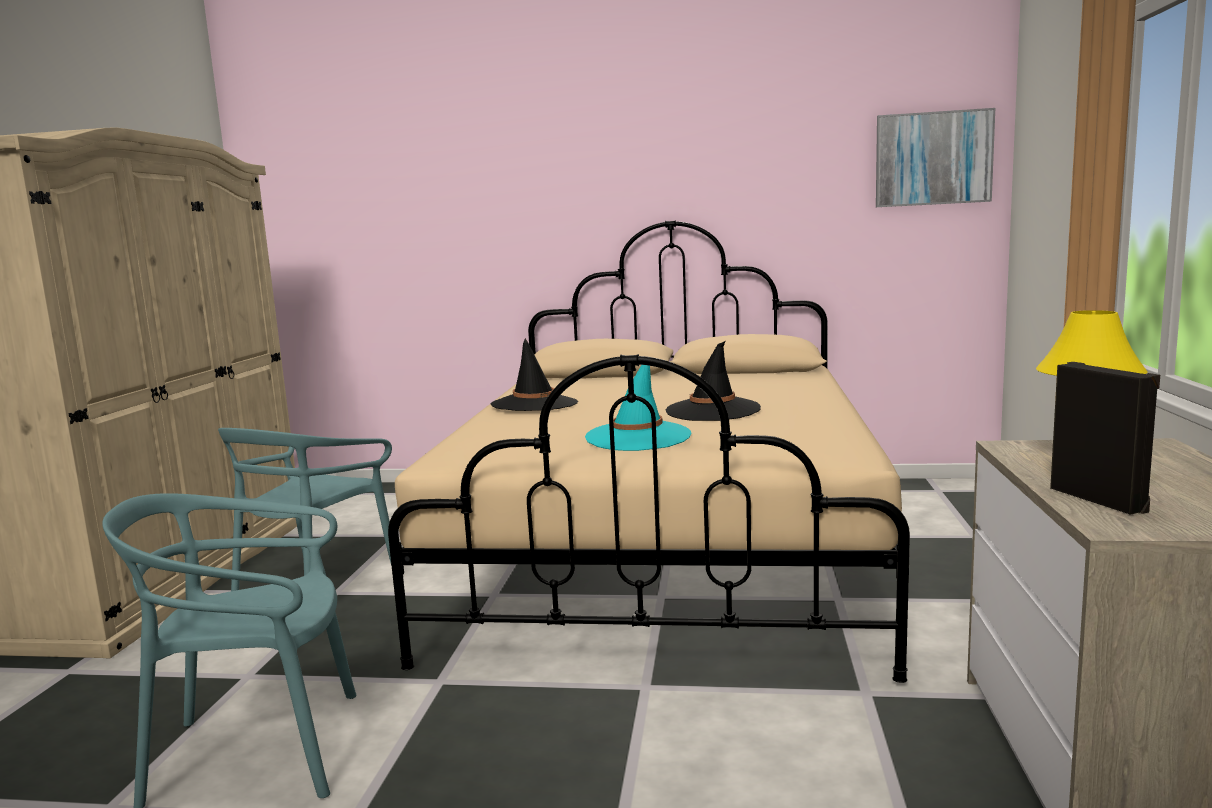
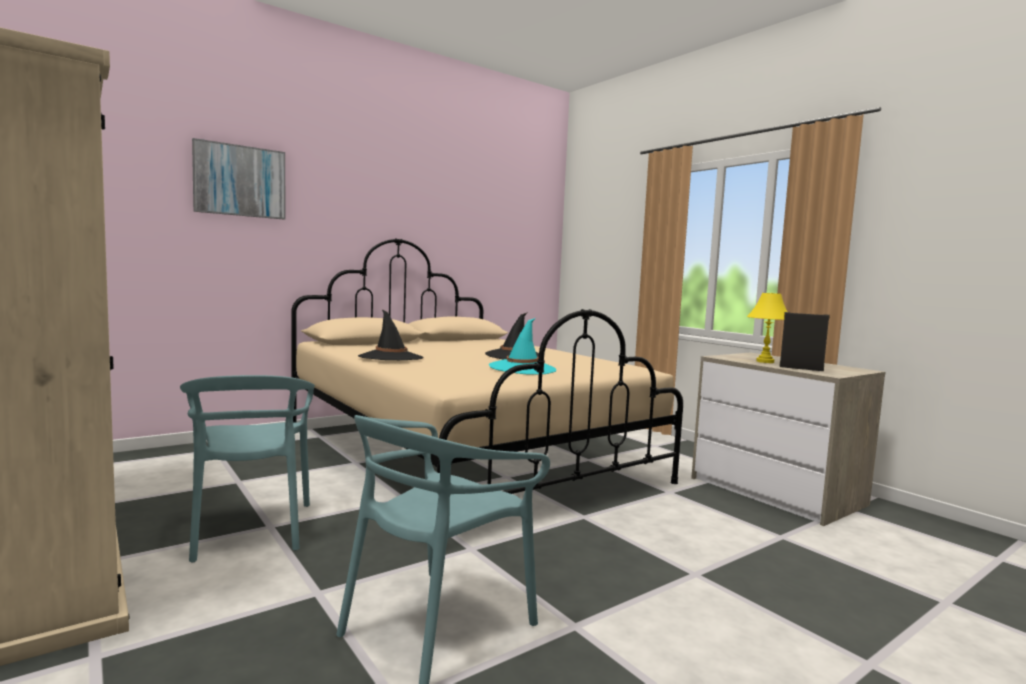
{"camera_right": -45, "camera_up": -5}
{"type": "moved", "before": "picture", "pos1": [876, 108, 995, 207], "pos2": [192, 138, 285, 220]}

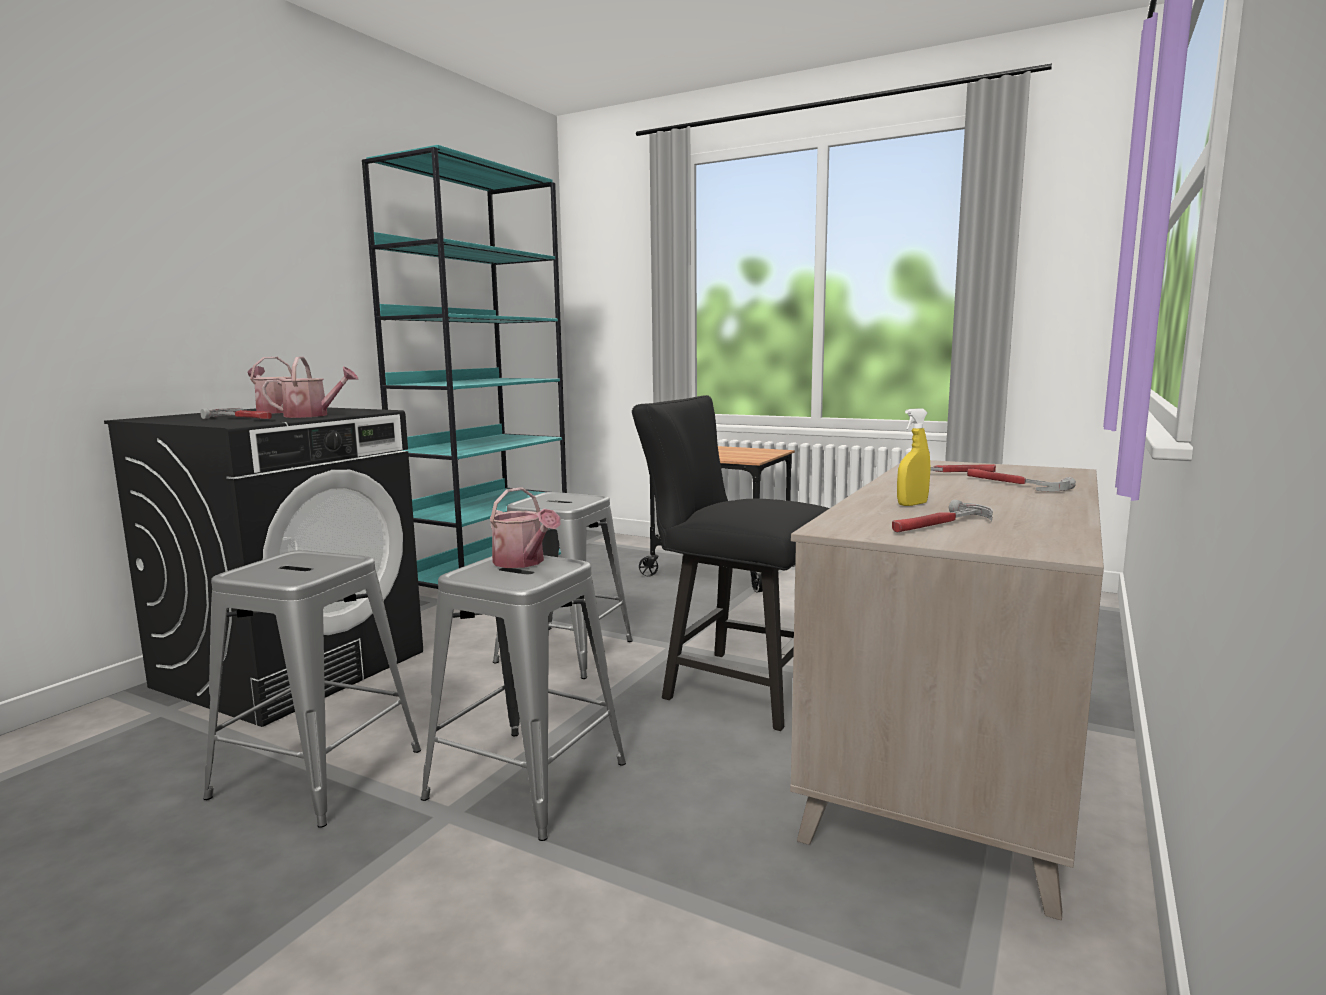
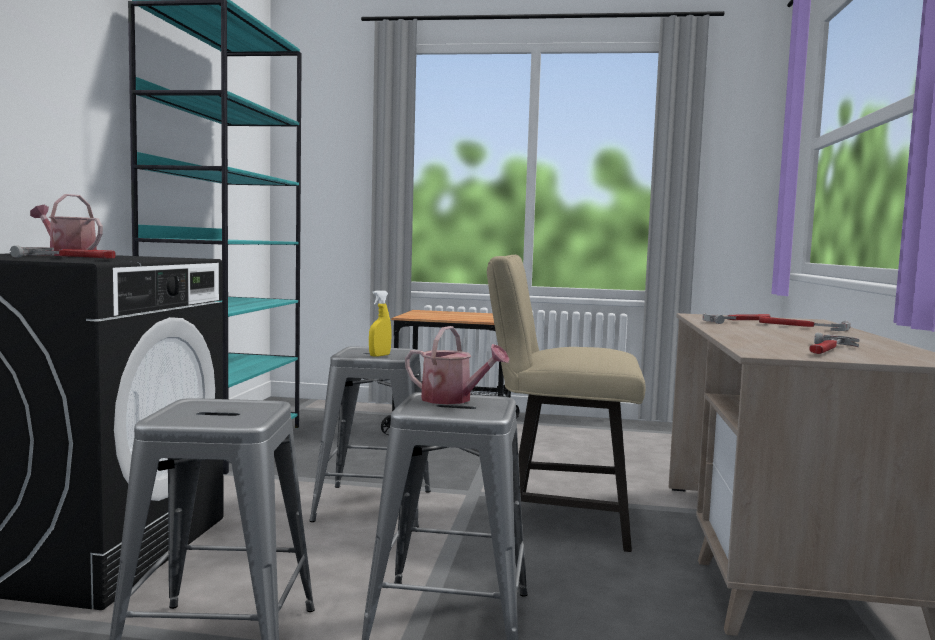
{"camera_right": -20, "camera_up": -5}
{"type": "removed", "before": "watering_can", "pos1": [262, 357, 358, 418]}
{"type": "recoloured", "before": "black_chair", "after": "beige_chair", "pos1": [632, 395, 830, 731], "pos2": [487, 255, 646, 552]}
{"type": "moved", "before": "yellow_spray_bottle", "pos1": [897, 408, 931, 506], "pos2": [369, 290, 392, 357]}

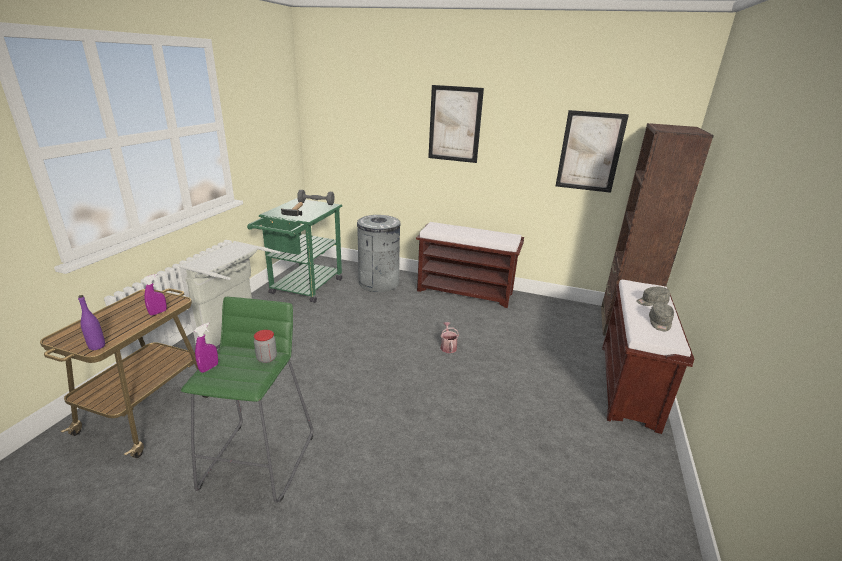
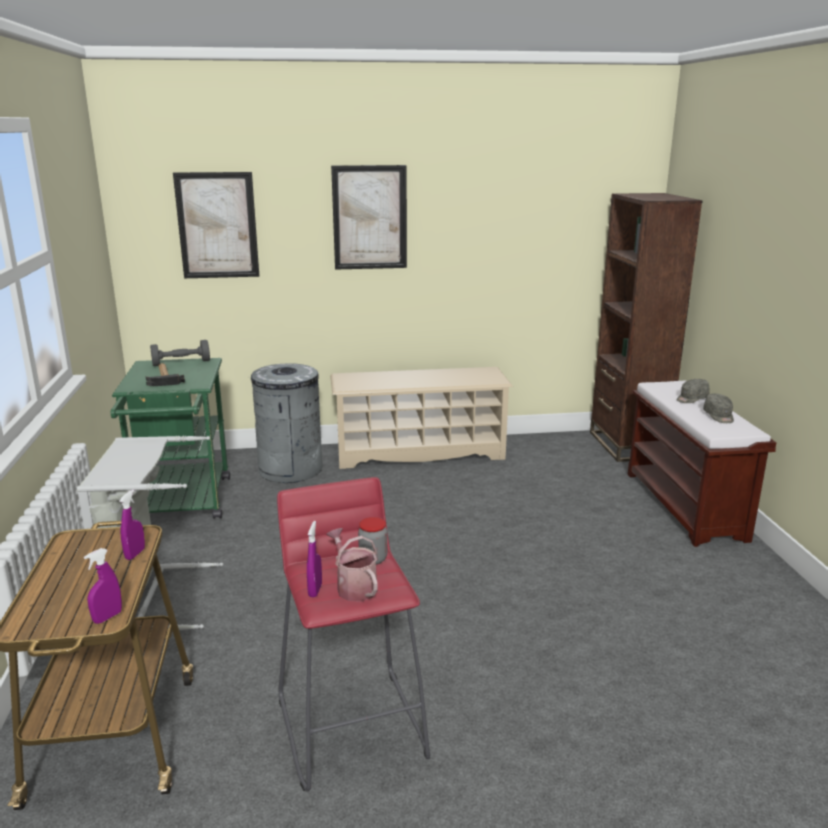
{"camera_right": -25, "camera_up": -5}
{"type": "replaced", "before": "purple_bottle", "after": "purple_spray_bottle", "pos1": [78, 295, 105, 350], "pos2": [84, 548, 122, 624]}
{"type": "recoloured", "before": "green_stool", "after": "red_stool", "pos1": [181, 297, 313, 503], "pos2": [277, 477, 430, 792]}
{"type": "replaced", "before": "brown_bench", "after": "beige_shoe_rack", "pos1": [416, 222, 524, 308], "pos2": [330, 367, 513, 469]}
{"type": "moved", "before": "watering_can", "pos1": [440, 322, 459, 353], "pos2": [327, 528, 378, 602]}
{"type": "moved", "before": "picture", "pos1": [556, 110, 629, 193], "pos2": [173, 172, 259, 278]}

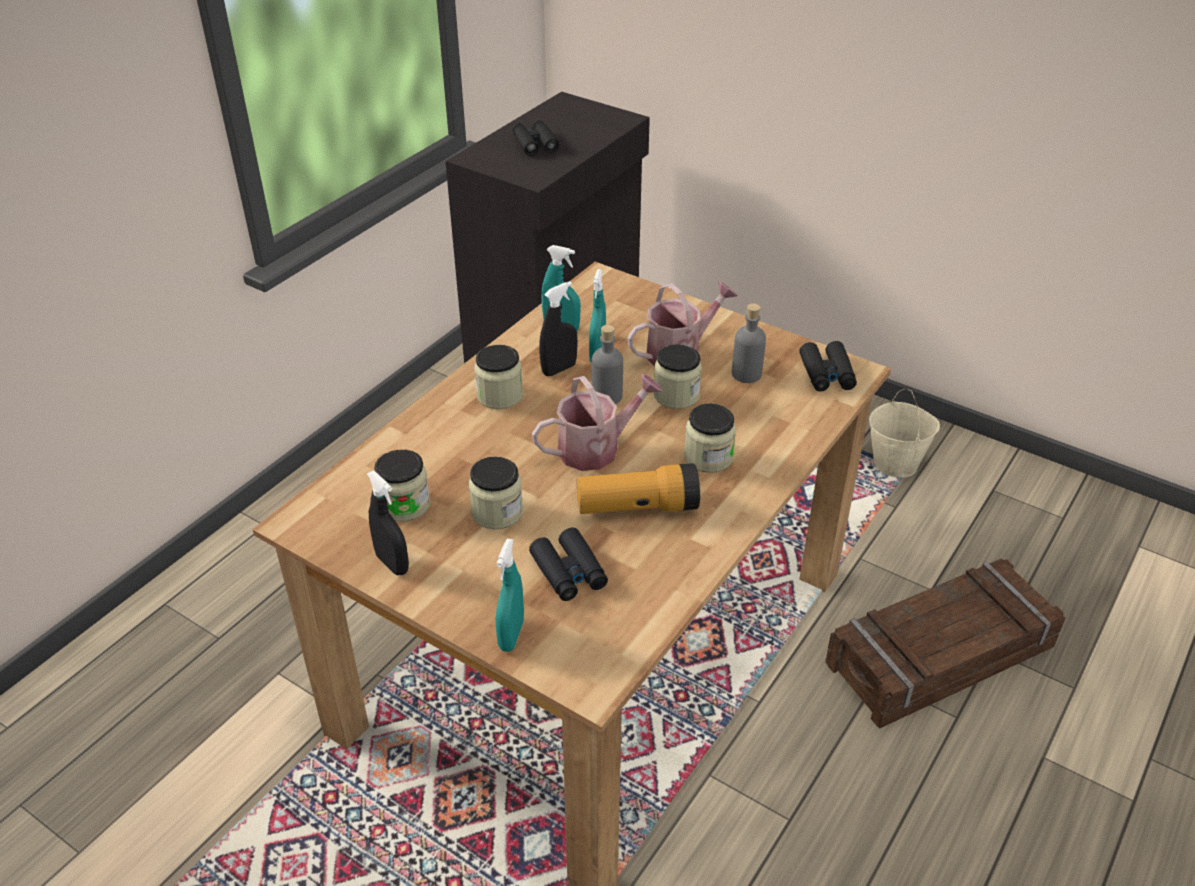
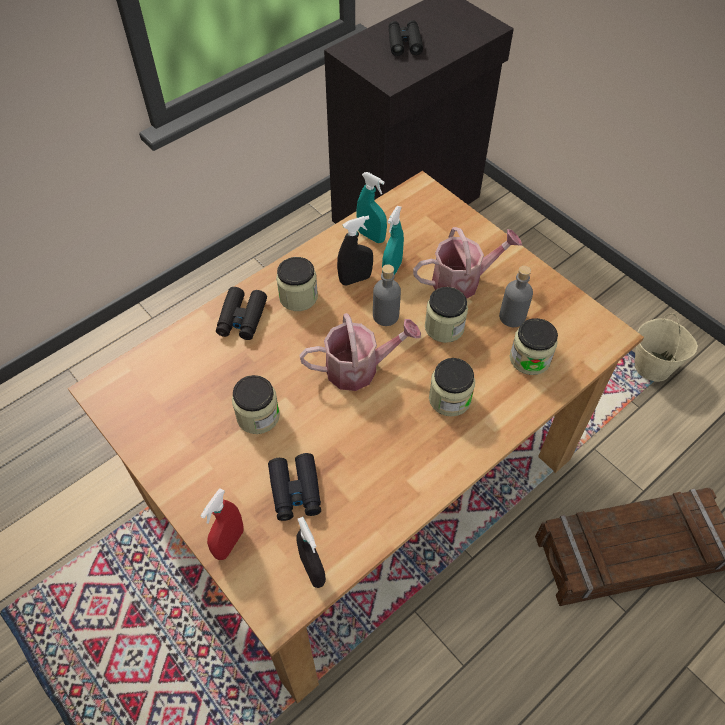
{"camera_right": 15, "camera_up": 15}
{"type": "moved", "before": "black_spray_bottle", "pos1": [367, 471, 409, 575], "pos2": [296, 517, 326, 588]}
{"type": "moved", "before": "jar", "pos1": [374, 450, 430, 522], "pos2": [510, 318, 558, 375]}
{"type": "recoloured", "before": "turquoise_spray_bottle", "after": "red_spray_bottle", "pos1": [496, 539, 524, 652], "pos2": [200, 488, 243, 560]}
{"type": "removed", "before": "flashlight", "pos1": [577, 463, 700, 514]}
{"type": "moved", "before": "black_binoculars", "pos1": [799, 341, 857, 391], "pos2": [216, 287, 267, 340]}

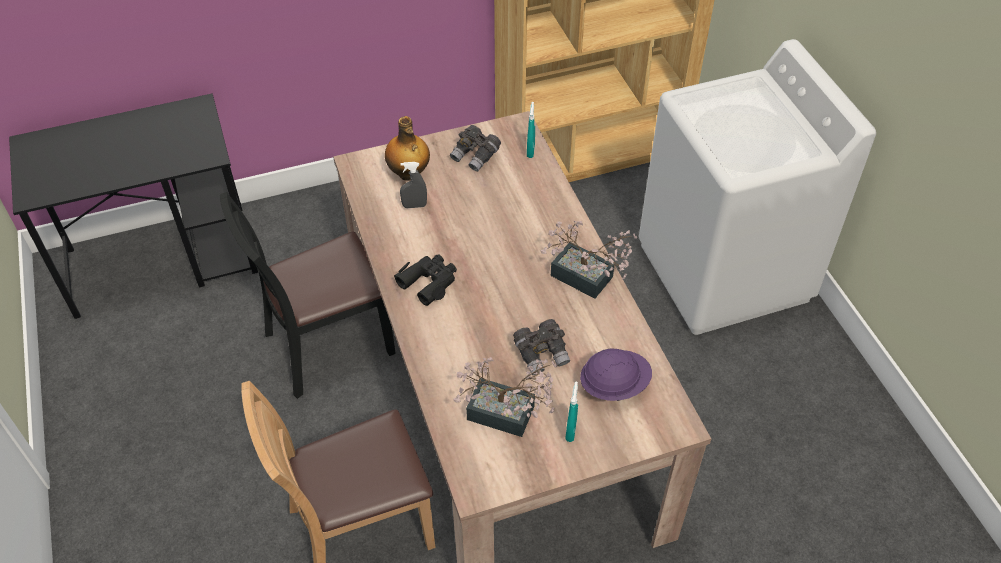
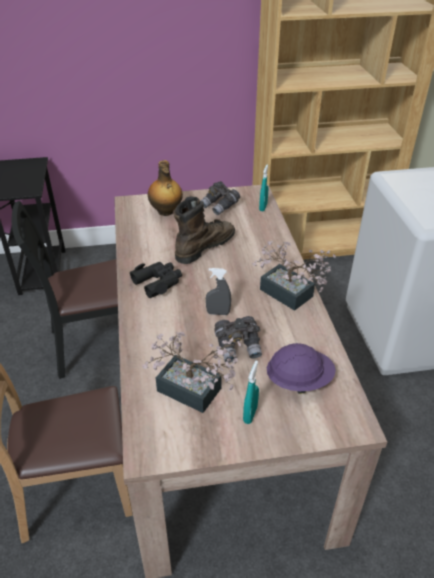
{"camera_right": 10, "camera_up": -10}
{"type": "moved", "before": "grey_spray_bottle", "pos1": [400, 162, 427, 208], "pos2": [206, 268, 231, 315]}
{"type": "added", "after": "brown_boot", "pos2": [174, 196, 235, 264]}

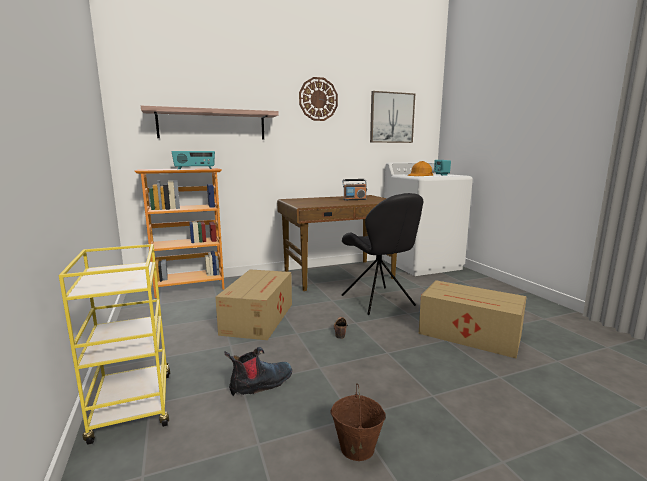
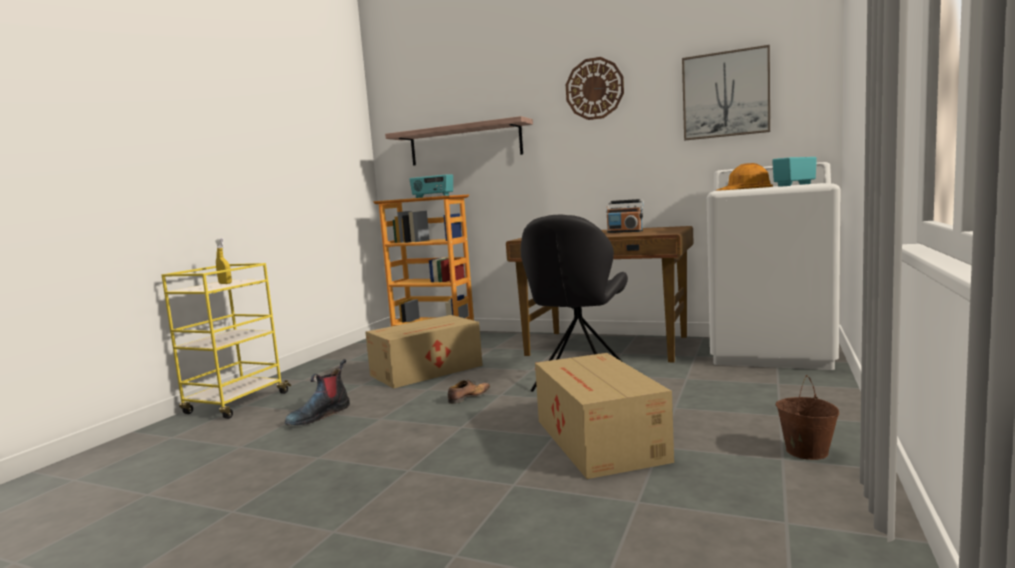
{"camera_right": 45, "camera_up": -5}
{"type": "turned", "before": "boot", "pos1": [225, 347, 292, 396], "pos2": [285, 359, 350, 425], "turn": 120}
{"type": "moved", "before": "brown_bucket", "pos1": [331, 383, 386, 461], "pos2": [776, 375, 839, 460]}
{"type": "added", "after": "yellow_spray_bottle", "pos2": [215, 239, 232, 284]}

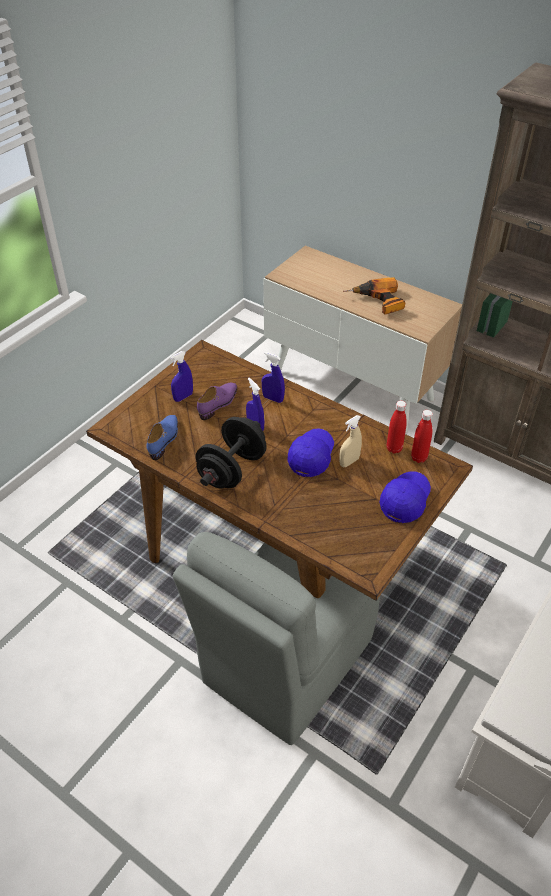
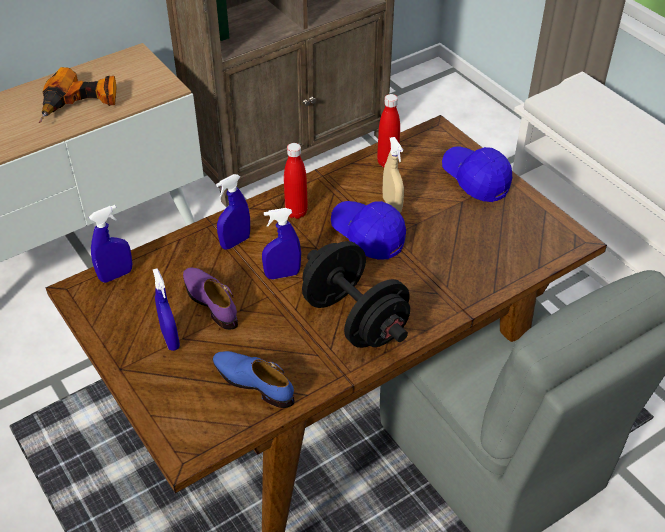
{"camera_right": -70, "camera_up": 0}
{"type": "moved", "before": "red_bottle", "pos1": [411, 410, 433, 463], "pos2": [284, 143, 308, 219]}
{"type": "added", "after": "blue_spray_bottle", "pos2": [89, 205, 132, 283]}

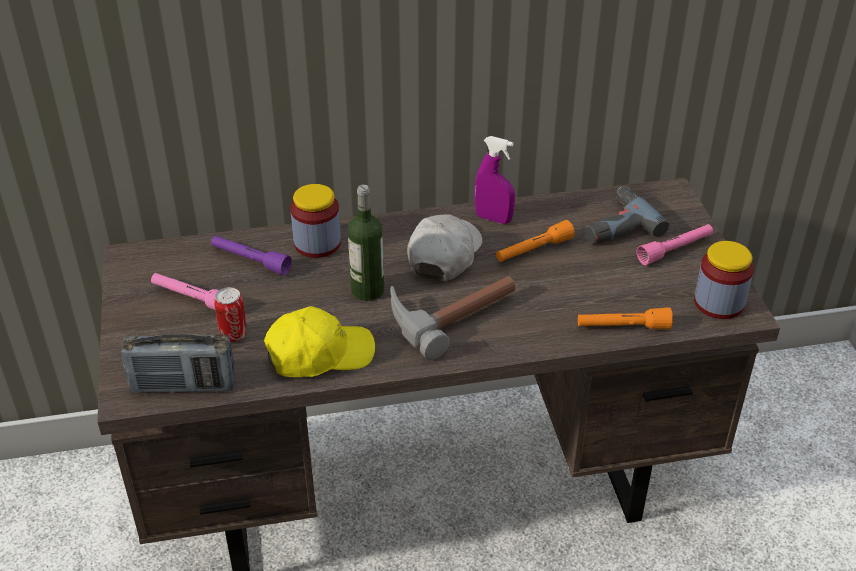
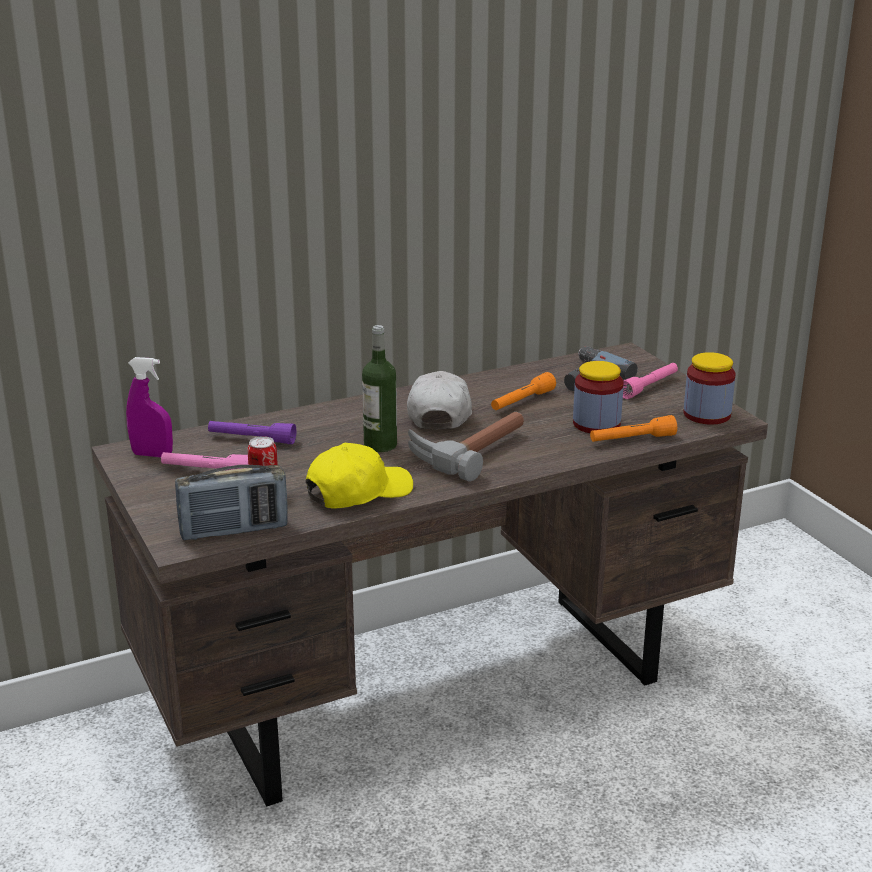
{"camera_right": -15, "camera_up": -15}
{"type": "moved", "before": "jar", "pos1": [290, 184, 341, 258], "pos2": [573, 361, 624, 433]}
{"type": "moved", "before": "purple_spray_bottle", "pos1": [475, 136, 515, 224], "pos2": [126, 357, 173, 457]}

